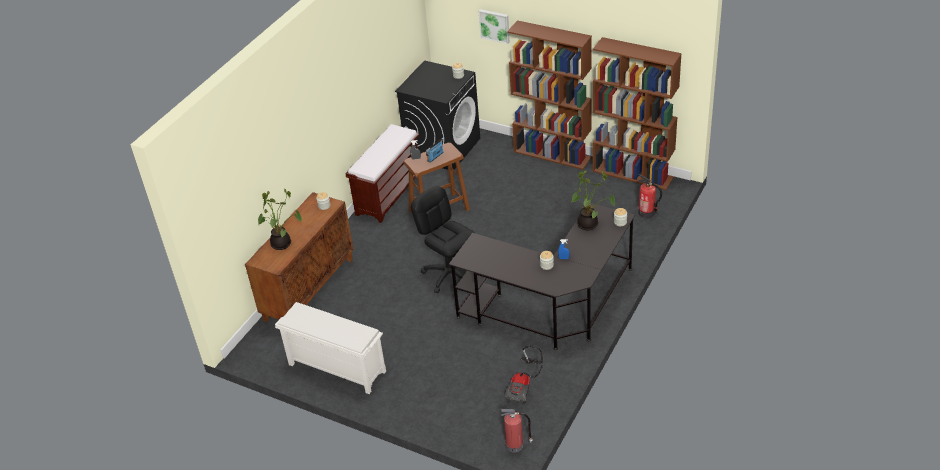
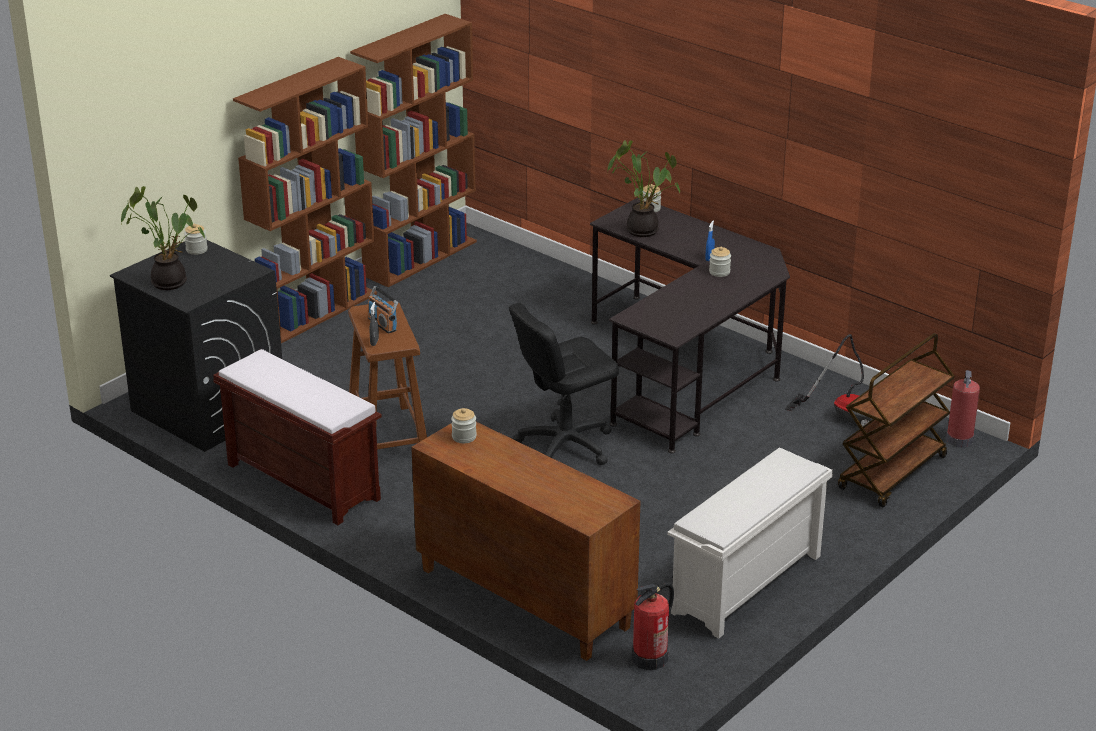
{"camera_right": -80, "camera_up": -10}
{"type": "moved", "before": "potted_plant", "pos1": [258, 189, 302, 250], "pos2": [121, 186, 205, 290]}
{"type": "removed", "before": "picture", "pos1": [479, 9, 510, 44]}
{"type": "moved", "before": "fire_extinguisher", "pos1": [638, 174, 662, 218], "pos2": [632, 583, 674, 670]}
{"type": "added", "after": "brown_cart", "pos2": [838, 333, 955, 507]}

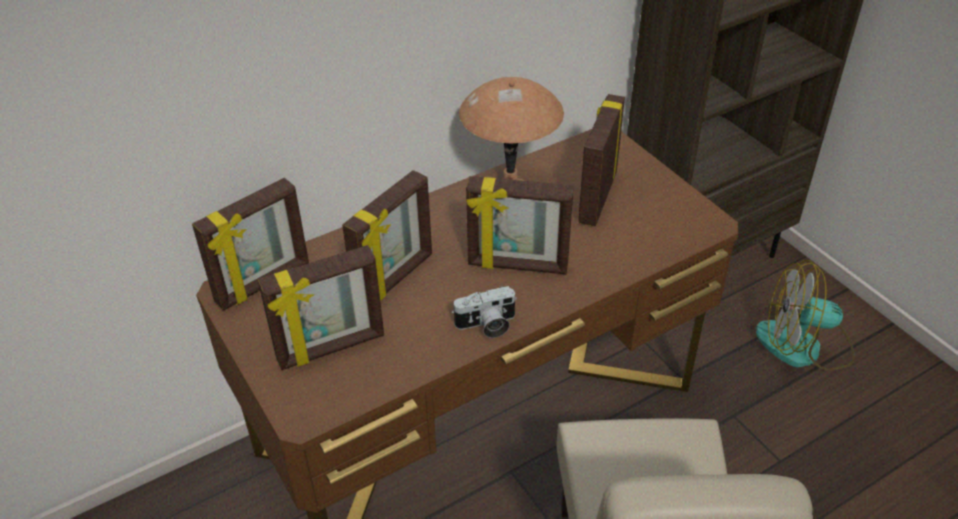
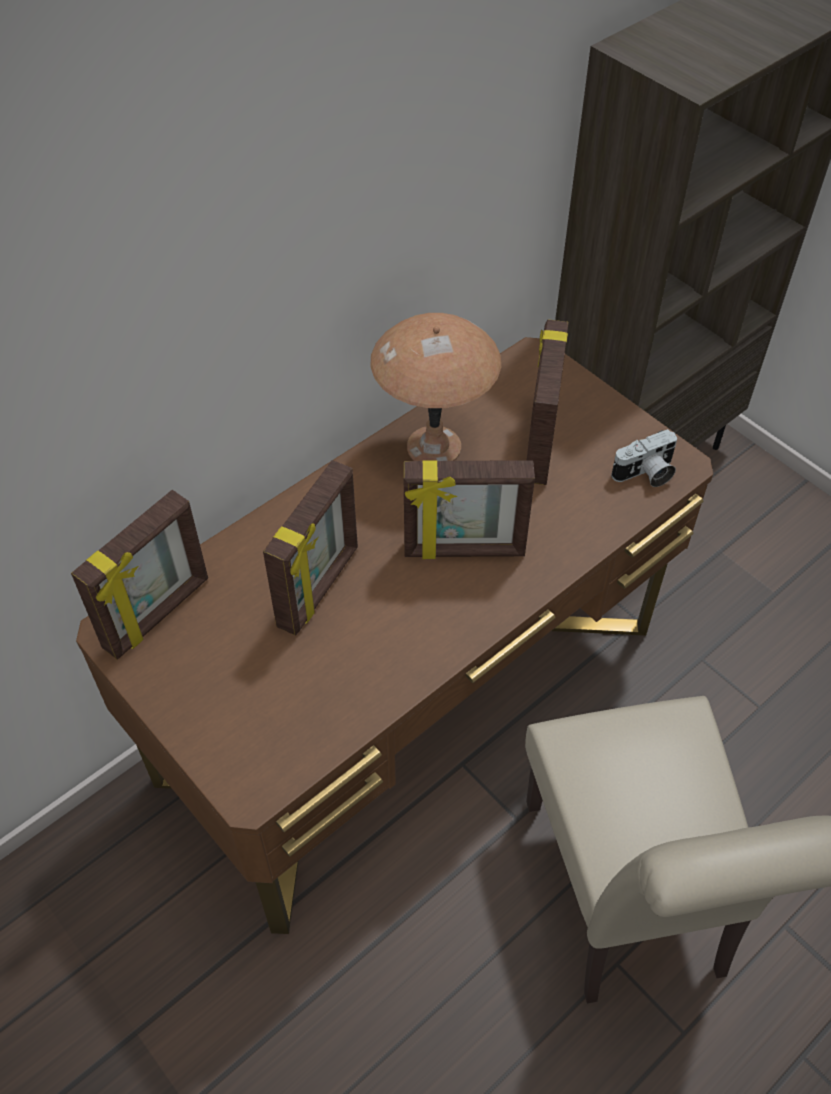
{"camera_right": -10, "camera_up": 10}
{"type": "removed", "before": "picture_frame", "pos1": [258, 245, 384, 370]}
{"type": "moved", "before": "photo_camera", "pos1": [452, 286, 517, 338], "pos2": [611, 429, 677, 487]}
{"type": "removed", "before": "fan", "pos1": [756, 260, 855, 371]}

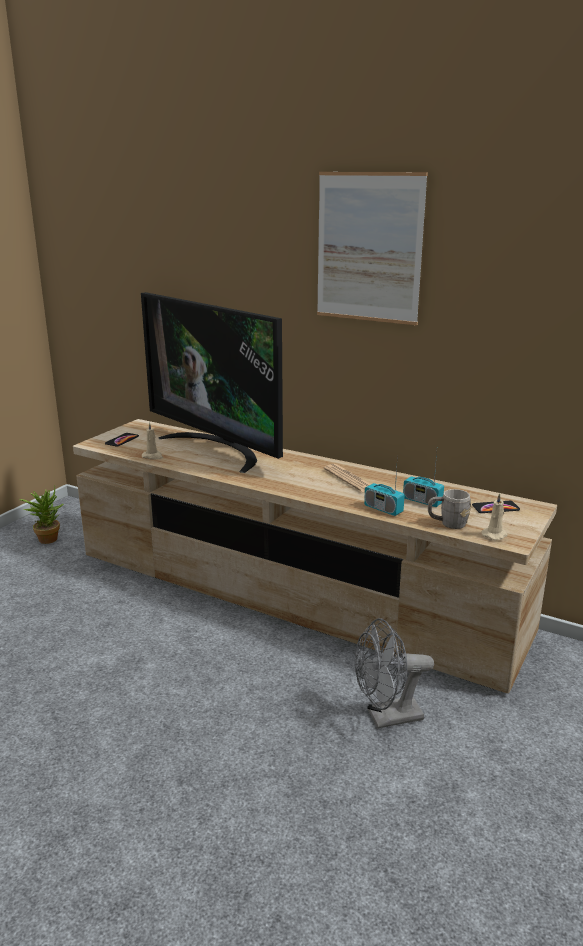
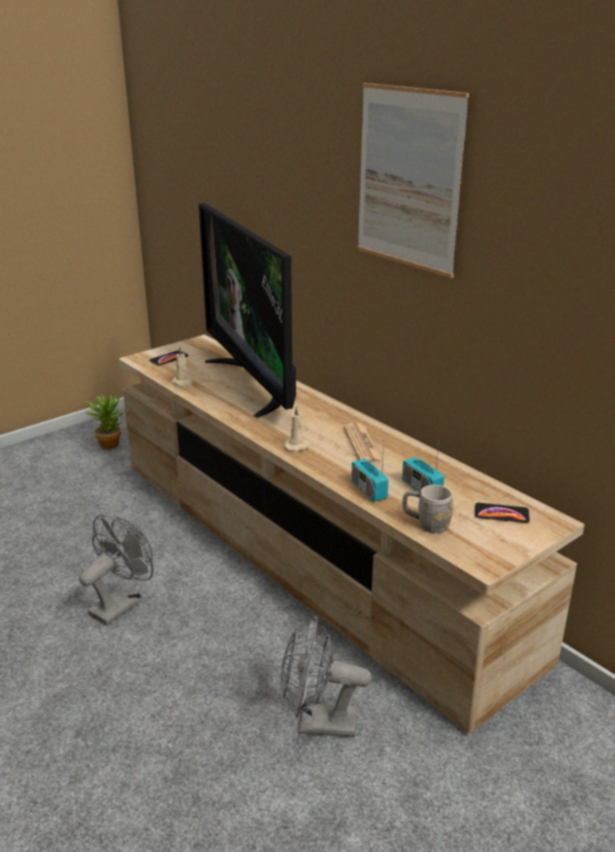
{"camera_right": 20, "camera_up": 5}
{"type": "moved", "before": "beige_candle", "pos1": [481, 493, 508, 540], "pos2": [284, 405, 311, 451]}
{"type": "added", "after": "grey_fan", "pos2": [79, 515, 153, 625]}

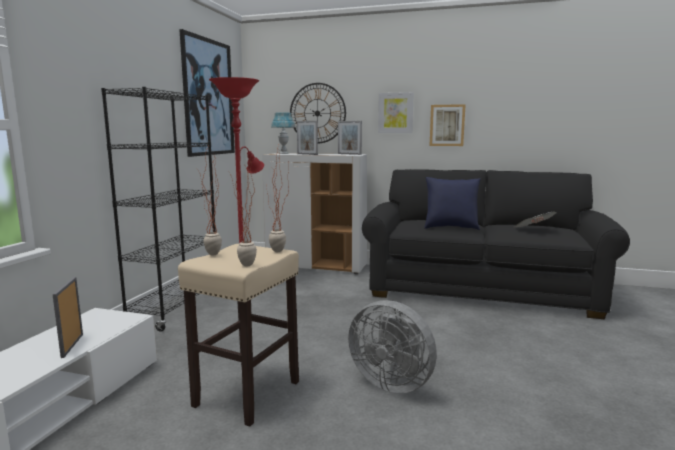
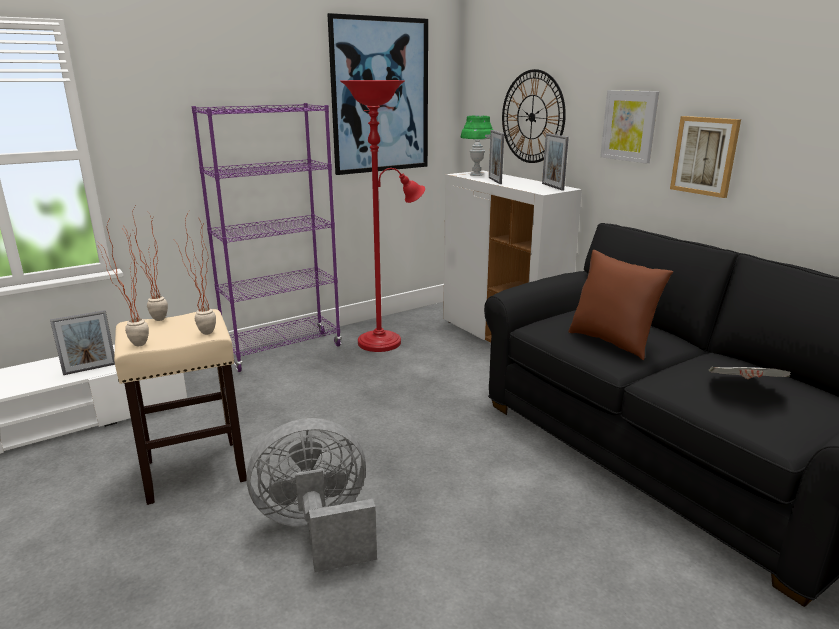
{"camera_right": 40, "camera_up": 10}
{"type": "turned", "before": "picture_frame", "pos1": [52, 277, 83, 358], "pos2": [50, 310, 115, 375], "turn": -150}
{"type": "recoloured", "before": "black_bookcase", "after": "purple_bookcase", "pos1": [101, 87, 216, 332], "pos2": [192, 103, 341, 372]}
{"type": "recoloured", "before": "blue_table_lamp", "after": "green_table_lamp", "pos1": [271, 112, 295, 154], "pos2": [461, 116, 493, 176]}
{"type": "turned", "before": "grey_fan", "pos1": [348, 300, 437, 394], "pos2": [246, 418, 377, 572], "turn": 90}
{"type": "recoloured", "before": "blue_pillow", "after": "brown_pillow", "pos1": [424, 177, 481, 230], "pos2": [568, 250, 673, 360]}

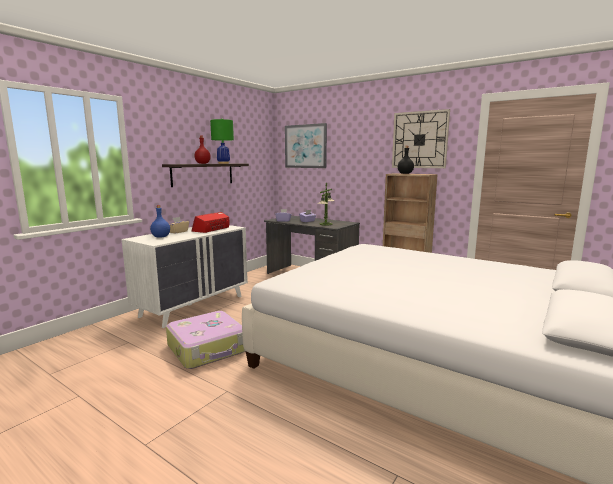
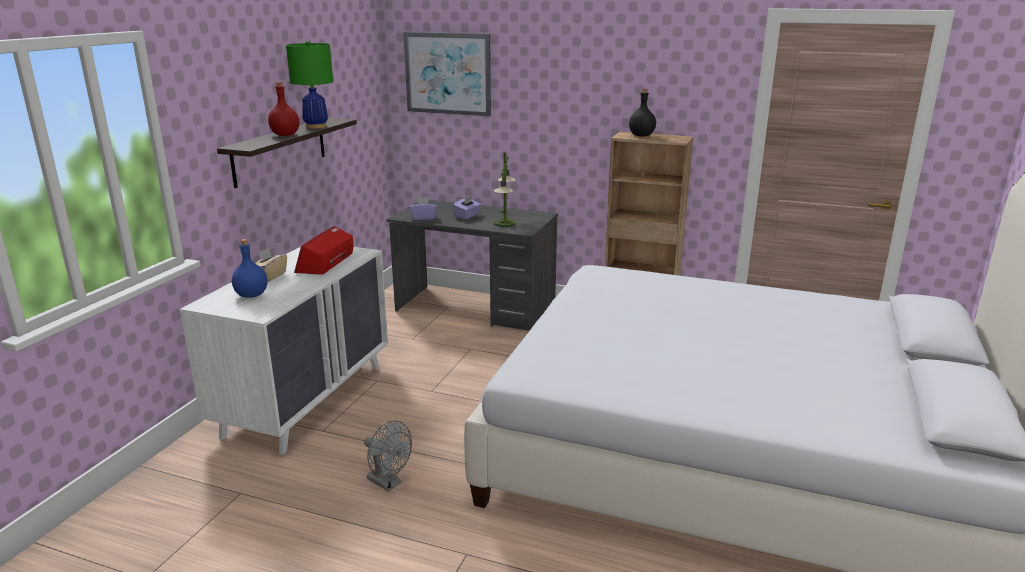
{"camera_right": -15, "camera_up": 10}
{"type": "replaced", "before": "suitcase", "after": "grey_fan", "pos1": [166, 311, 245, 369], "pos2": [364, 421, 412, 491]}
{"type": "removed", "before": "wall_clock", "pos1": [392, 109, 450, 168]}

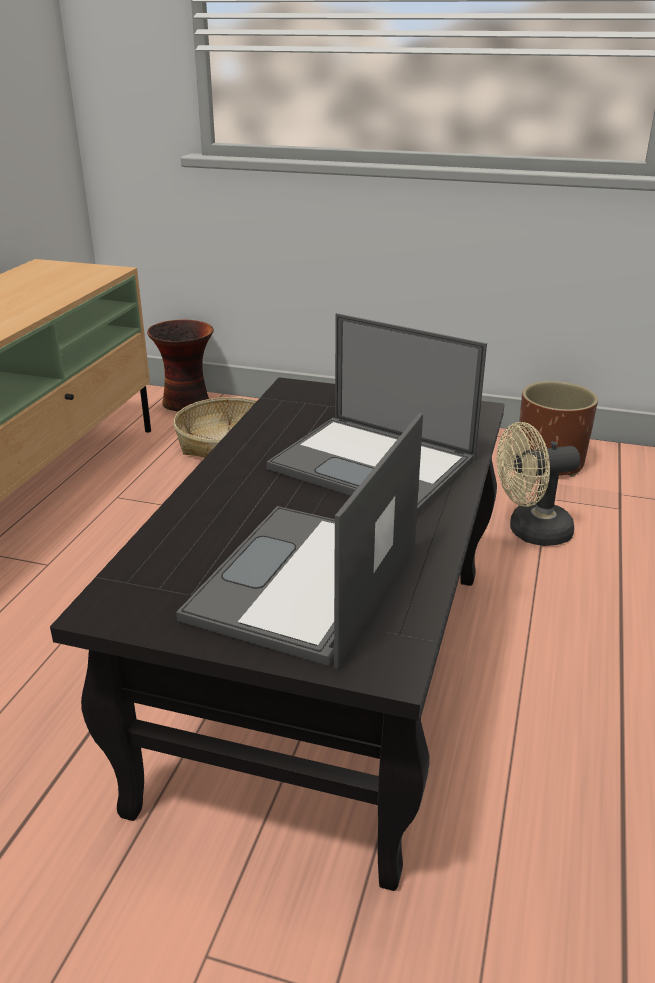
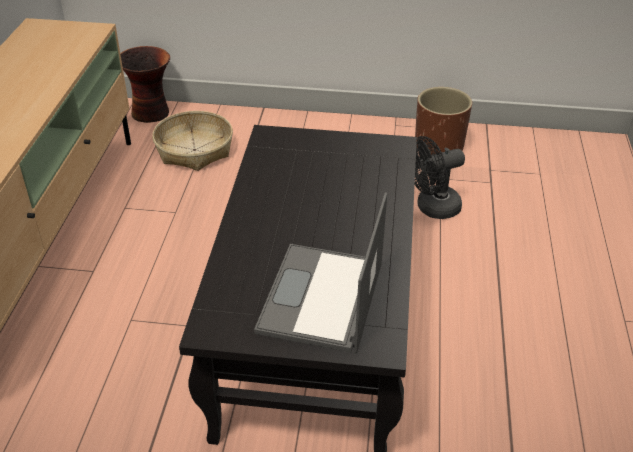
{"camera_right": -10, "camera_up": 10}
{"type": "removed", "before": "laptop", "pos1": [266, 313, 487, 516]}
{"type": "recoloured", "before": "beige_fan", "after": "black_fan", "pos1": [497, 422, 581, 546], "pos2": [415, 136, 465, 219]}

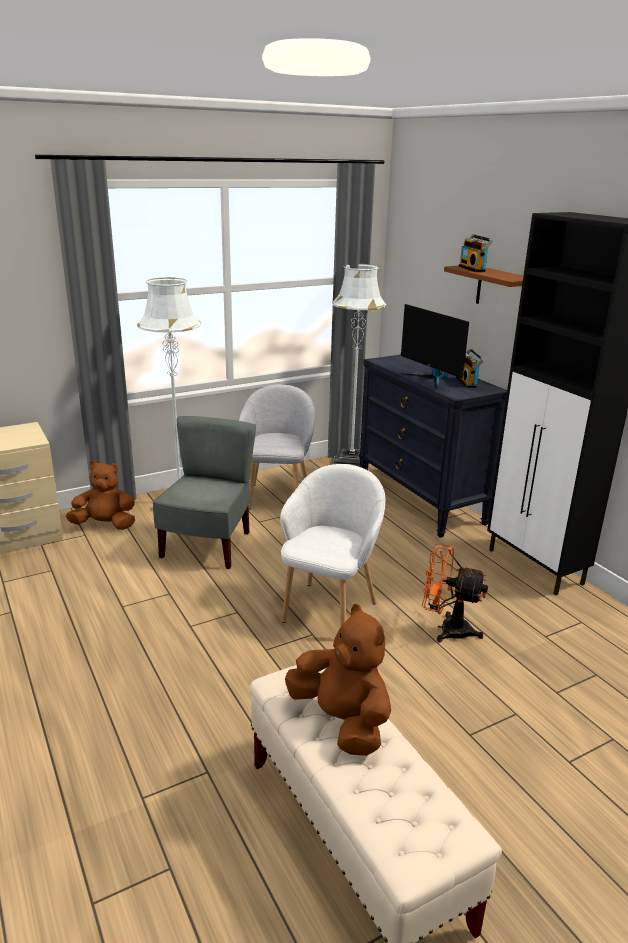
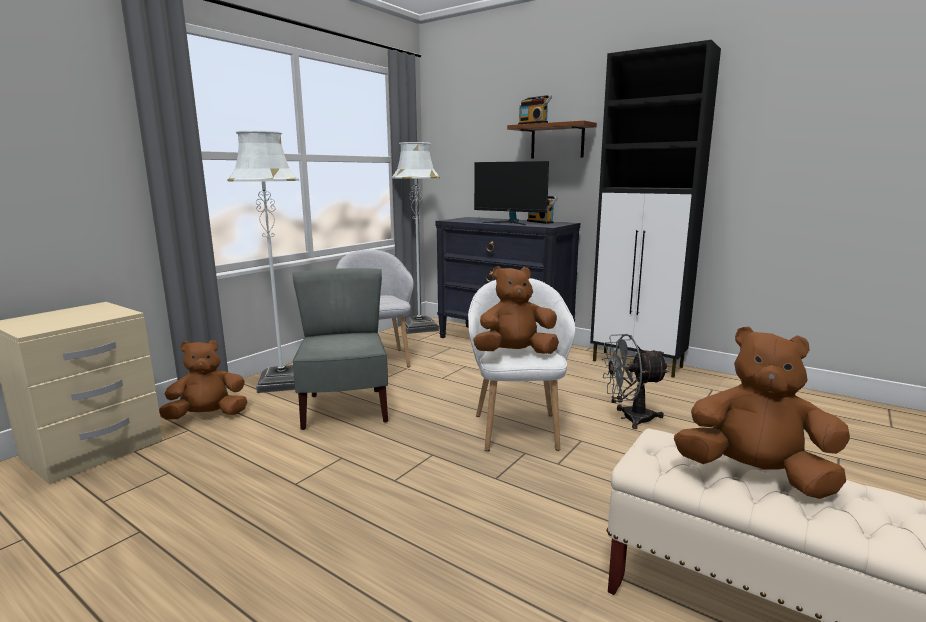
{"camera_right": -25, "camera_up": -10}
{"type": "recoloured", "before": "orange_fan", "after": "grey_fan", "pos1": [422, 544, 488, 642], "pos2": [601, 334, 669, 429]}
{"type": "added", "after": "brown_plush_toy", "pos2": [473, 266, 559, 354]}

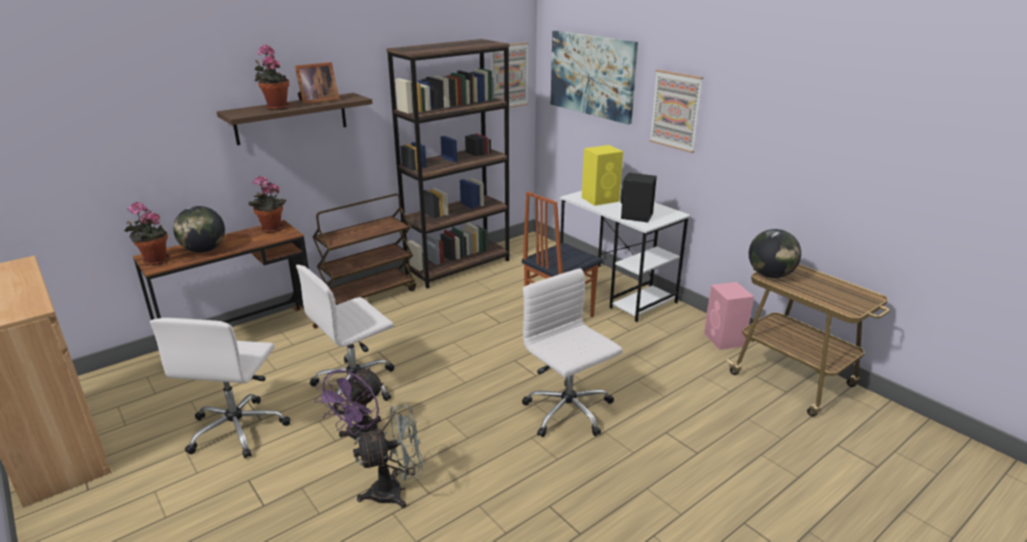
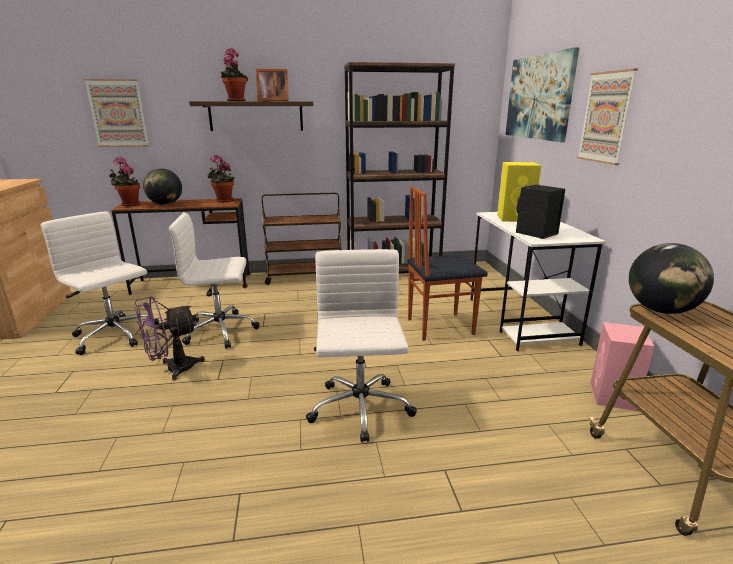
{"camera_right": 30, "camera_up": -5}
{"type": "turned", "before": "white_office_chair", "pos1": [150, 318, 290, 458], "pos2": [41, 211, 159, 355], "turn": 90}
{"type": "removed", "before": "grey_fan", "pos1": [353, 404, 423, 509]}
{"type": "moved", "before": "picture", "pos1": [490, 42, 529, 111], "pos2": [84, 79, 149, 147]}

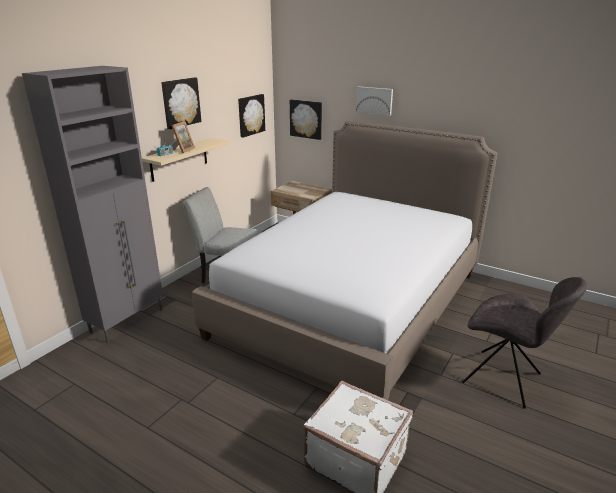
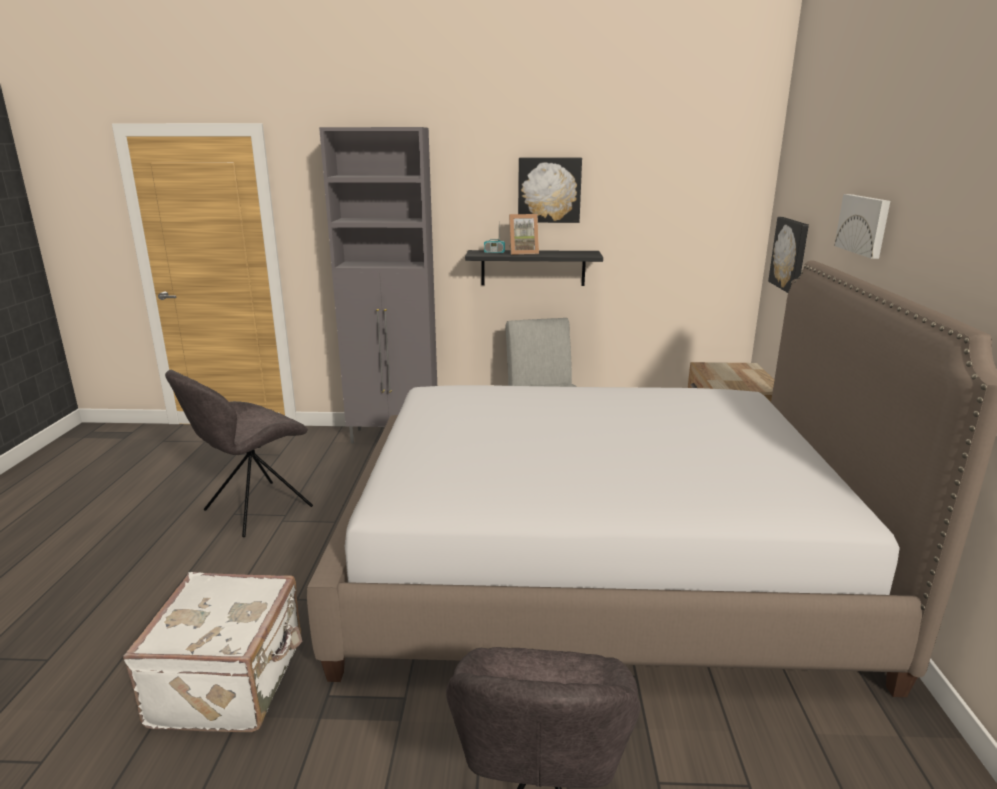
{"camera_right": 60, "camera_up": -5}
{"type": "recoloured", "before": "beige_shelf", "after": "black_shelf", "pos1": [142, 138, 230, 182], "pos2": [465, 250, 603, 286]}
{"type": "removed", "before": "picture", "pos1": [238, 94, 265, 138]}
{"type": "added", "after": "grey_chair", "pos2": [165, 370, 313, 537]}

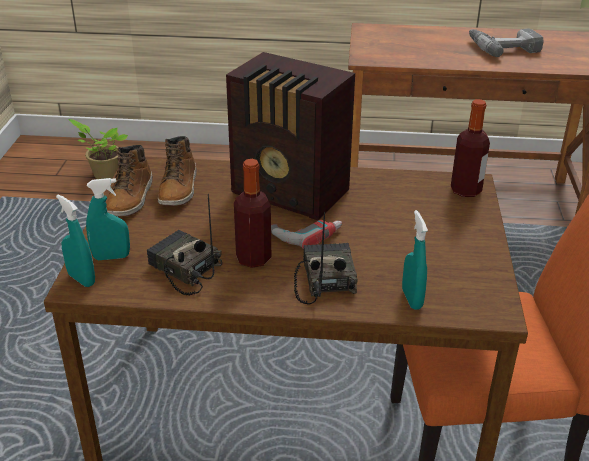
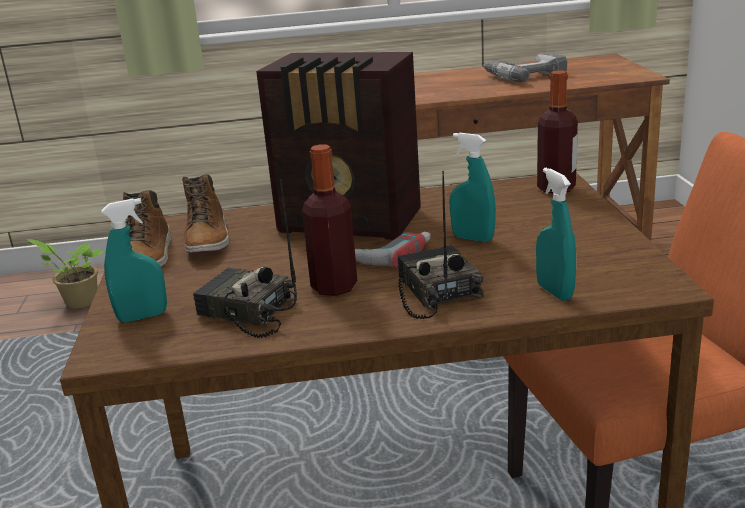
{"camera_right": -10, "camera_up": -10}
{"type": "moved", "before": "turquoise_spray_bottle", "pos1": [56, 195, 95, 287], "pos2": [450, 133, 496, 242]}

